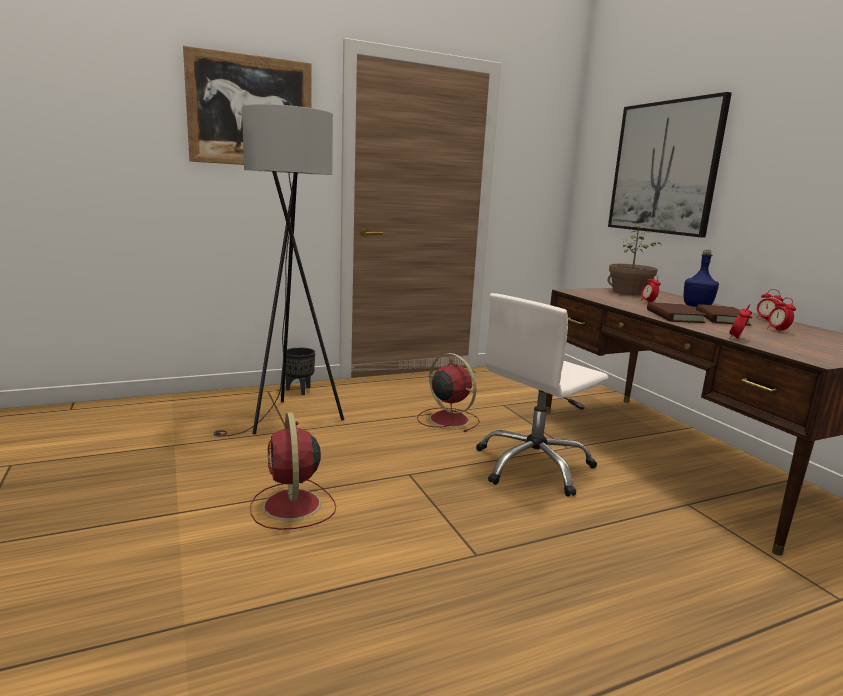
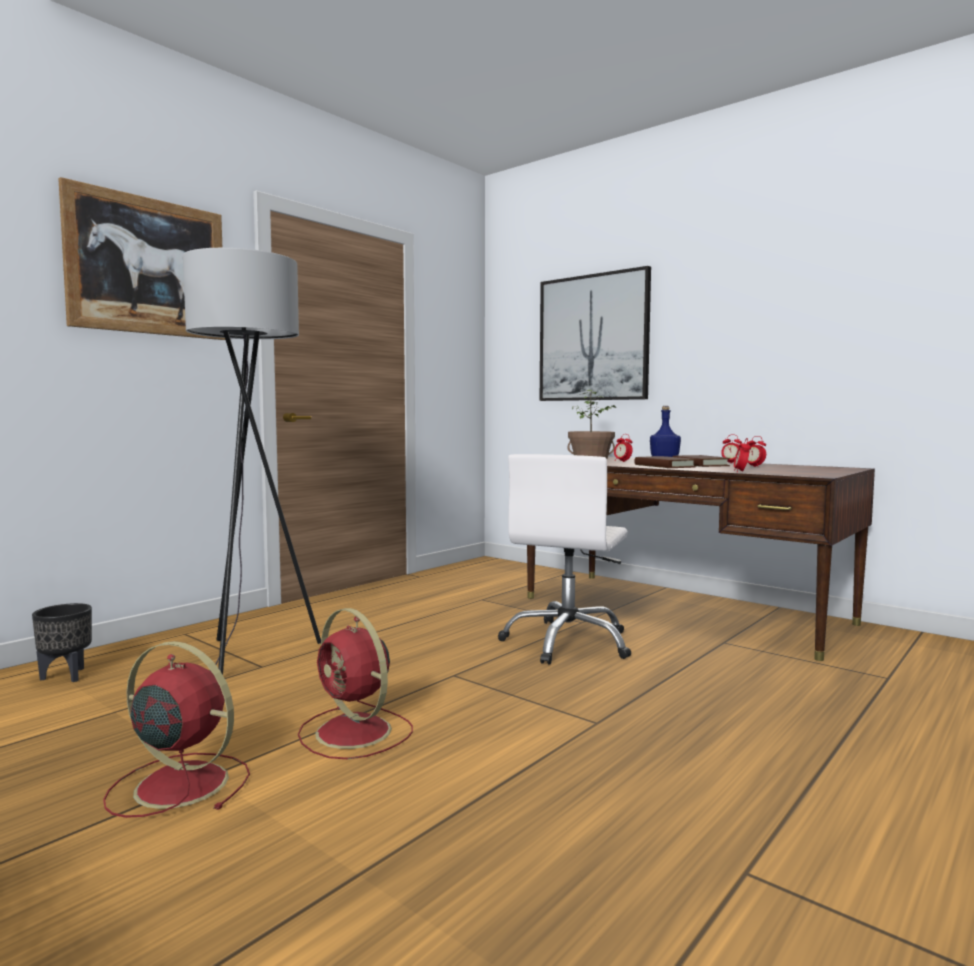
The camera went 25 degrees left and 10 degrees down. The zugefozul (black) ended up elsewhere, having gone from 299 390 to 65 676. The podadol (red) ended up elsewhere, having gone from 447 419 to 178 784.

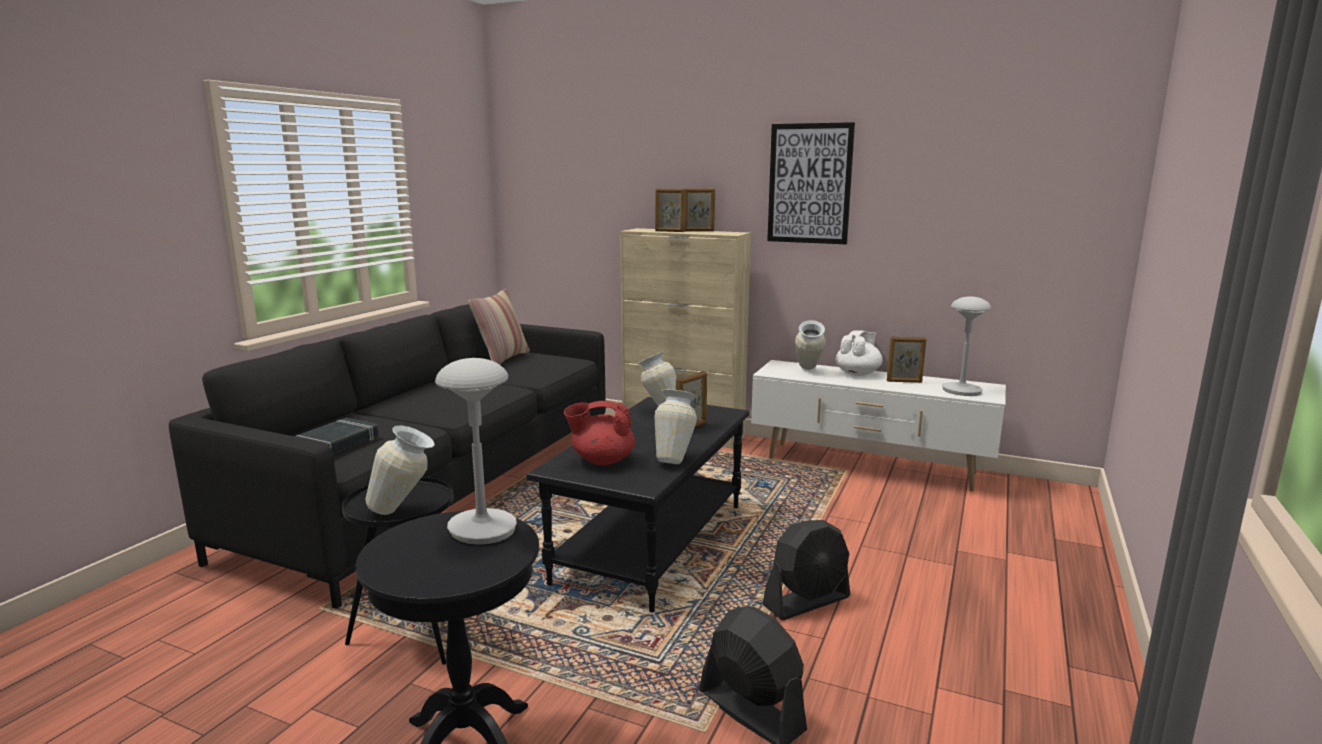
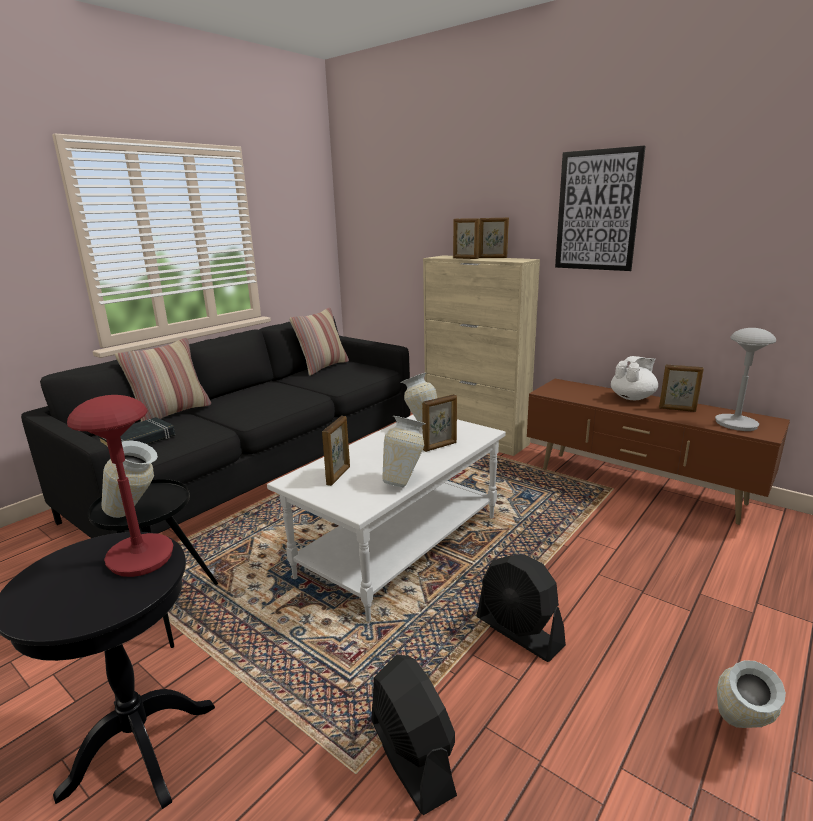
The camera went 15 degrees right and 5 degrees up. What was the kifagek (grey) at 483 529 turned into the kifagek (red) at 141 557. The second view gained the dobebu at 172 413. What was the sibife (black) at 650 542 turned into the sibife (white) at 400 545. Where the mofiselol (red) stood at 602 460, the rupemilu came to stand at 339 475. The podadol (black) at 807 601 ended up facing another way, 60 degrees clockwise from before. What was the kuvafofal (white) at 870 467 turned into the kuvafofal (brown) at 638 486. The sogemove ended up elsewhere, having gone from 808 372 to 736 736.

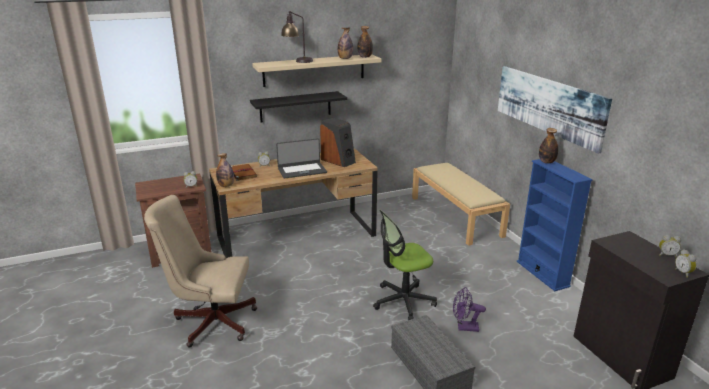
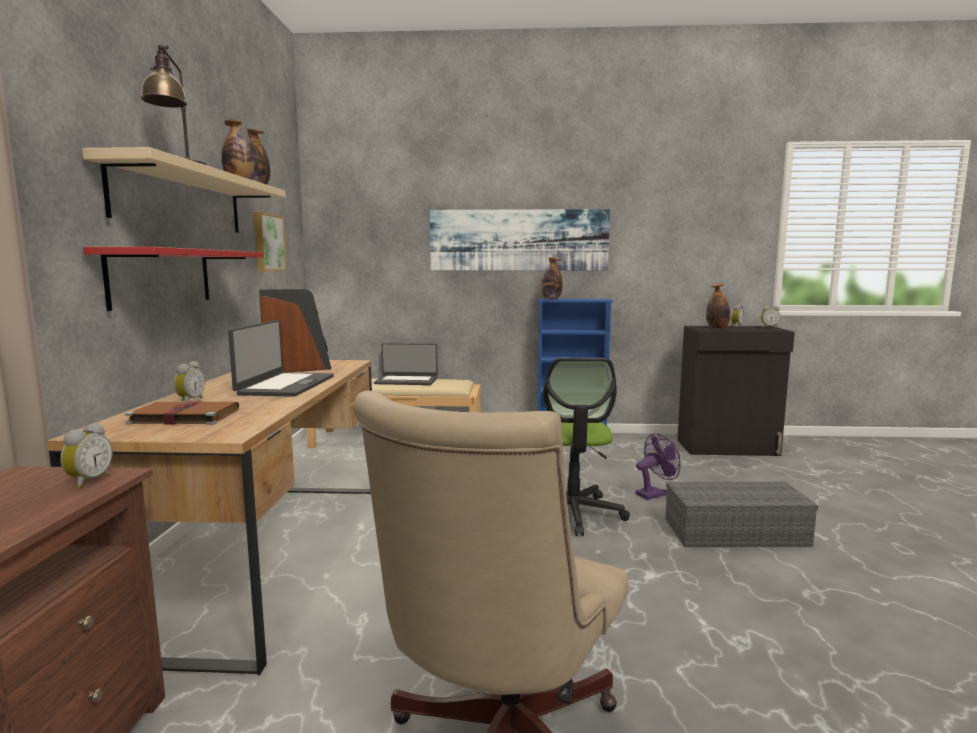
The camera went 65 degrees left and 15 degrees down. What was the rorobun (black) at 295 106 turned into the rorobun (red) at 161 277. The second view gained the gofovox at 267 242. The second view gained the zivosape at 406 381. The podadol (purple) at 464 327 ended up facing another way, 150 degrees counterclockwise from before. The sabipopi ended up elsewhere, having gone from 226 185 to 717 328.

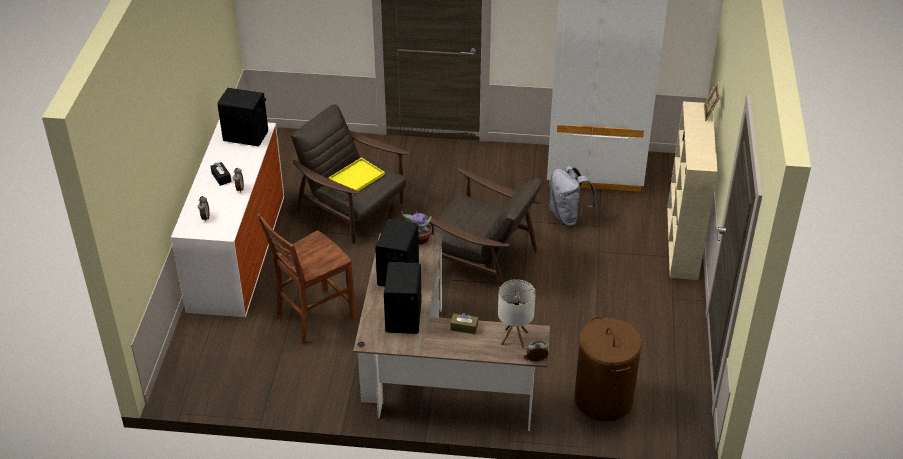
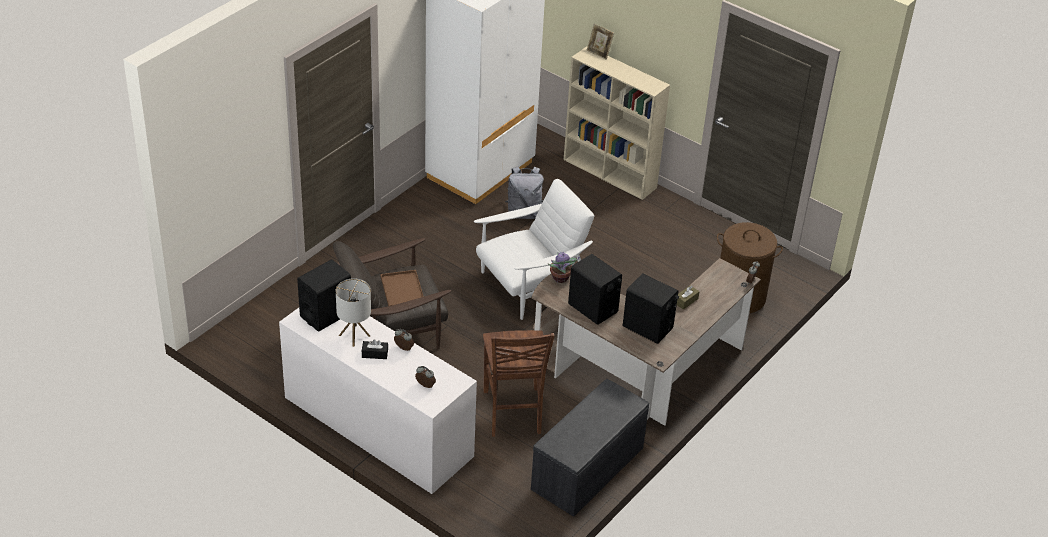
The camera went 60 degrees left and 0 degrees up. The kifagek ended up elsewhere, having gone from 514 338 to 354 335. What was the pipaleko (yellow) at 356 178 turned into the pipaleko (brown) at 403 290. What was the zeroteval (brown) at 481 260 turned into the zeroteval (white) at 531 284. The second view gained the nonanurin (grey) at 588 469.

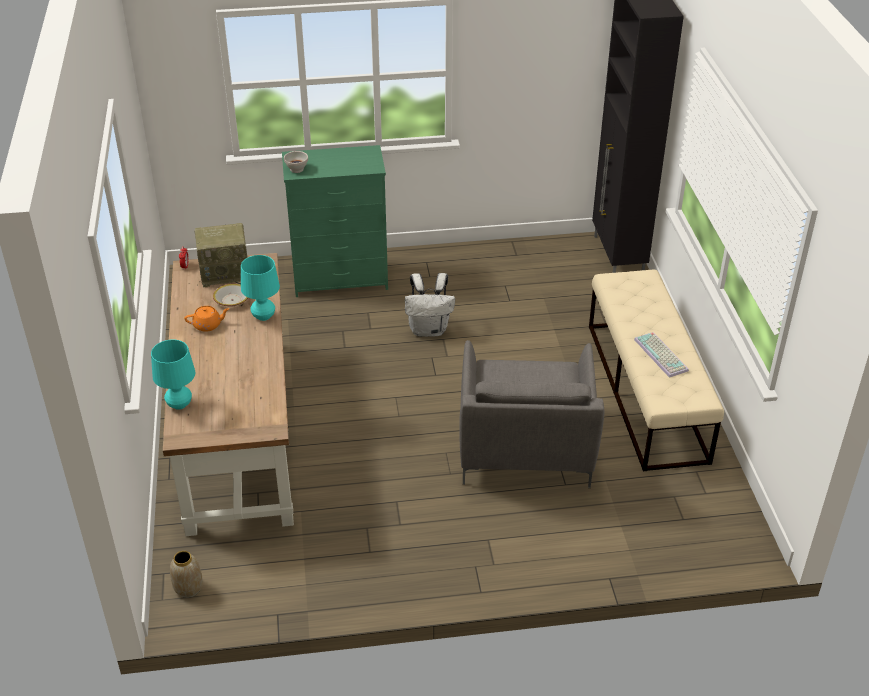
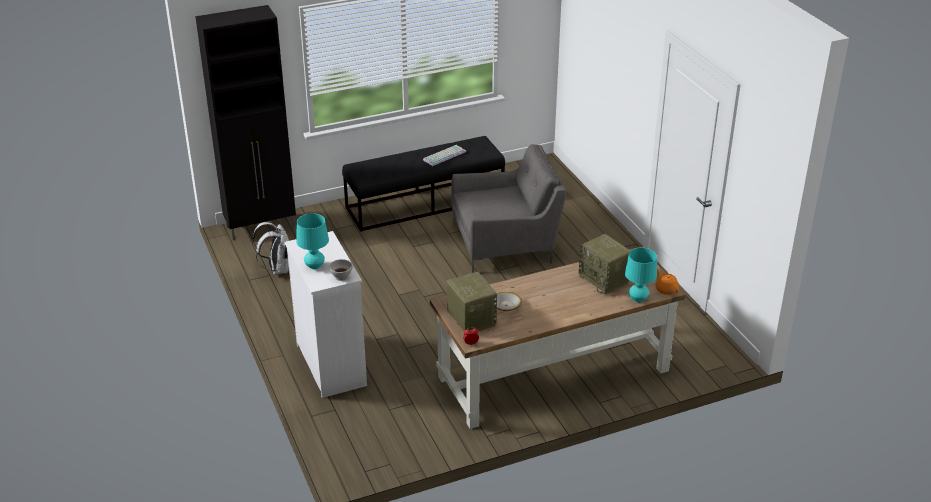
The camera went 105 degrees left and 5 degrees down. The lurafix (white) ended up elsewhere, having gone from 429 329 to 277 269. What was the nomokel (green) at 341 279 turned into the nomokel (white) at 331 364. The kifagek (turquoise) ended up elsewhere, having gone from 263 316 to 314 266. What was the nonanurin (beige) at 646 392 turned into the nonanurin (black) at 425 203. The second view gained the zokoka at 604 279. The mofiselol (orange) ended up elsewhere, having gone from 208 325 to 666 289. The second view lost the sogemove at 189 588.

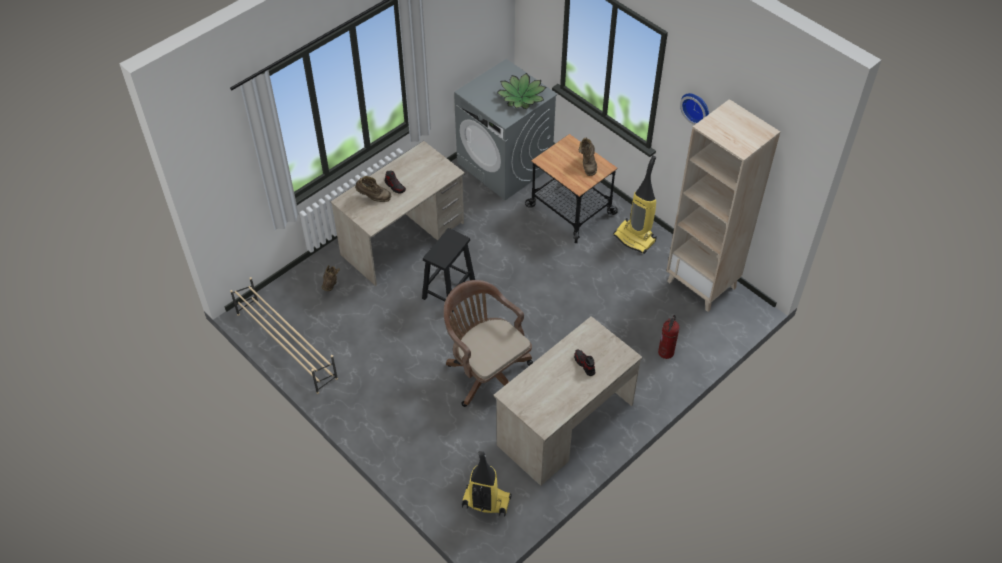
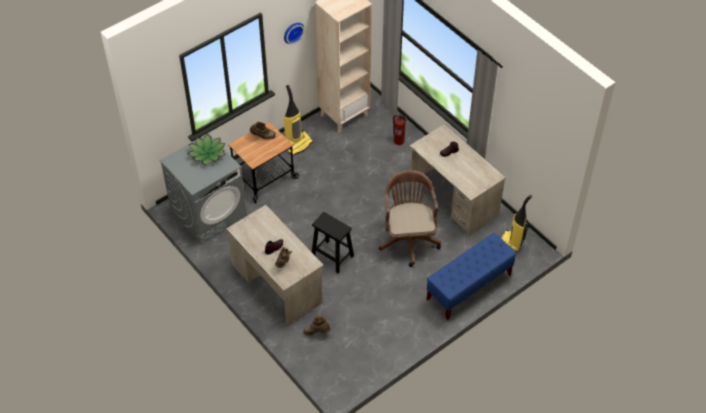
The camera went 85 degrees left and 0 degrees up. The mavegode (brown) at 486 372 ended up facing another way, 120 degrees clockwise from before. The second view gained the nonanurin (blue) at 468 287. The second view lost the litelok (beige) at 286 345.

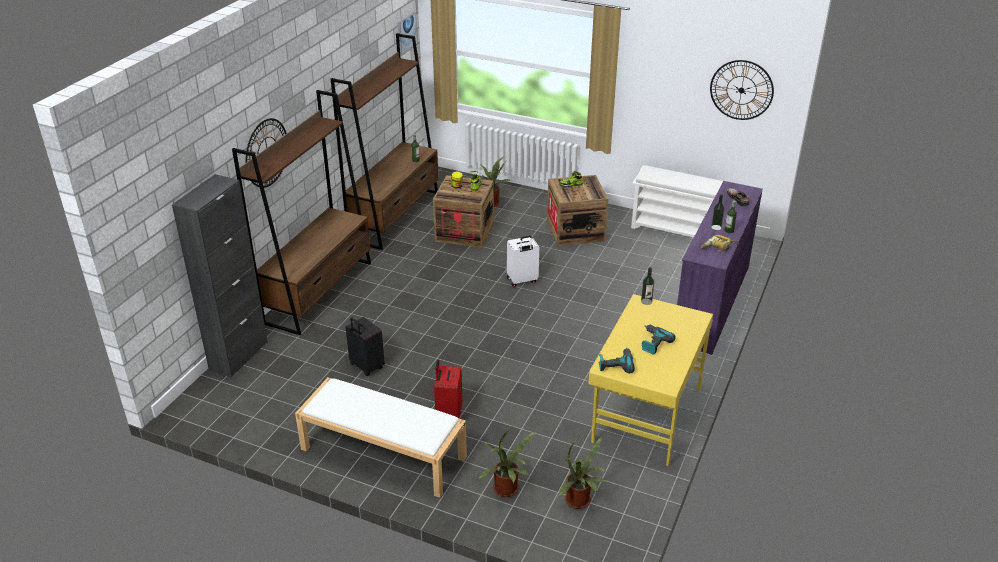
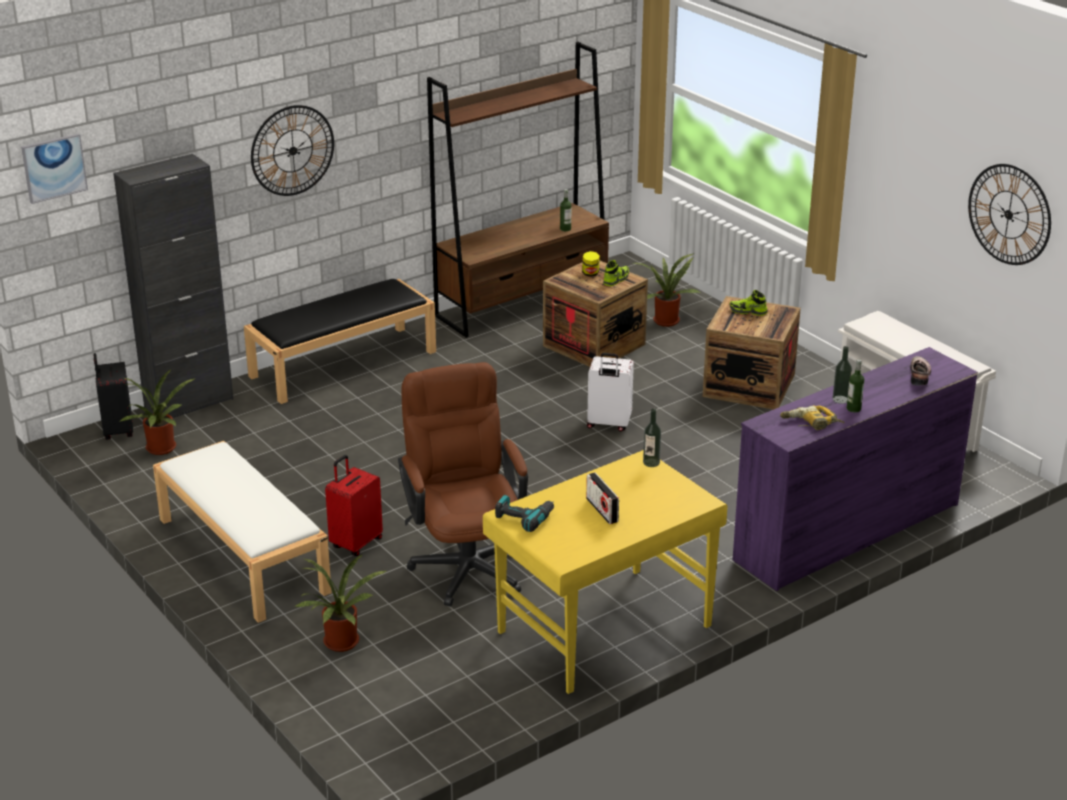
The camera went 30 degrees right and 5 degrees down. The gofovox ended up elsewhere, having gone from 406 33 to 54 167. The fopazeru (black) ended up elsewhere, having gone from 366 367 to 117 431. The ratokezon ended up elsewhere, having gone from 580 502 to 161 450. Where the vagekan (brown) stood at 319 292, the nonanurin (black) came to stand at 344 363. The second view gained the mavegode (brown) at 466 562. Where the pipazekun stood at 653 343, the zokoka came to stand at 602 510.

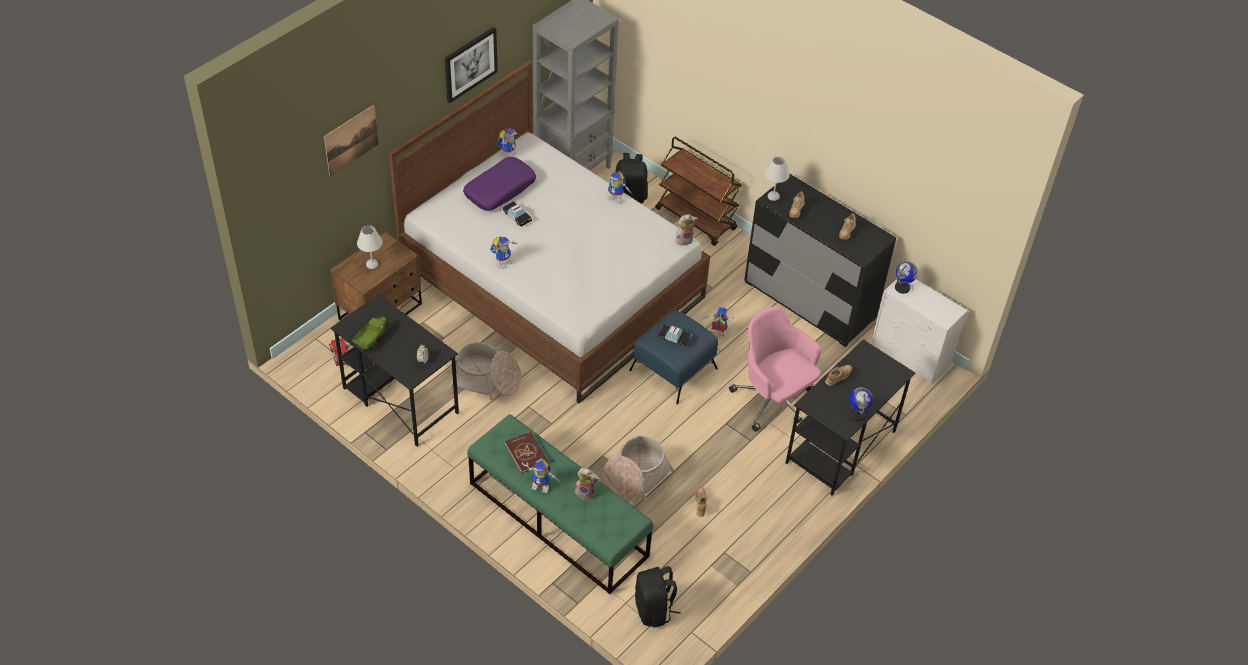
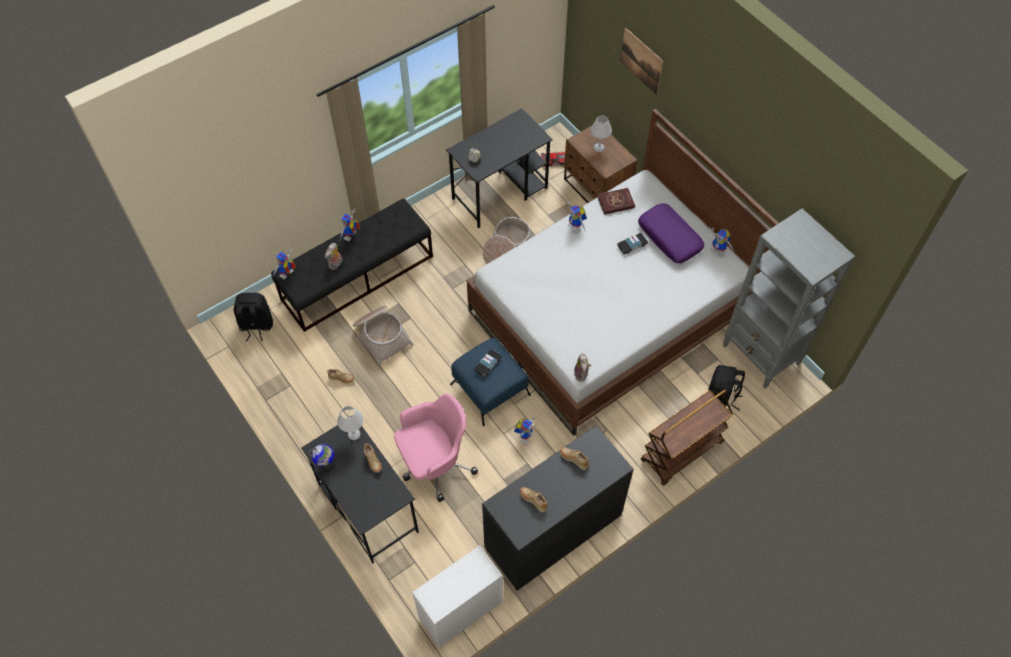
The camera went 105 degrees right and 10 degrees up. What was the nonanurin (green) at 557 519 turned into the nonanurin (black) at 358 277. The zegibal ended up elsewhere, having gone from 617 198 to 287 275. The kifagek (white) ended up elsewhere, having gone from 773 196 to 354 433. The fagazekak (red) ended up elsewhere, having gone from 526 453 to 615 202. The second view lost the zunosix at 373 337. The second view lost the gofovox at 470 64. The second view lost the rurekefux at 902 288.

